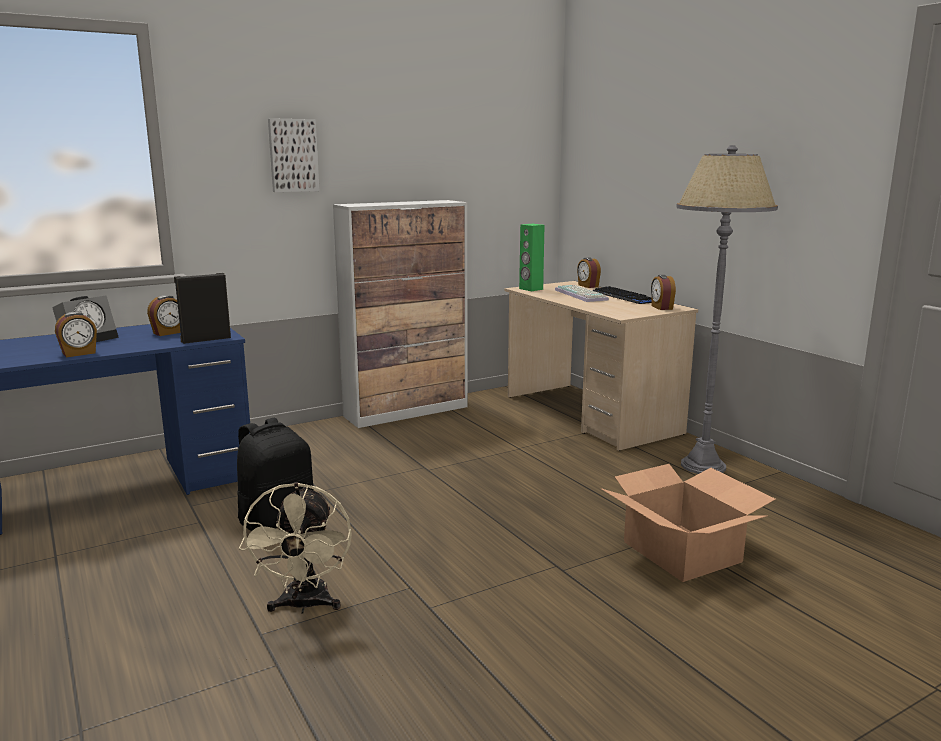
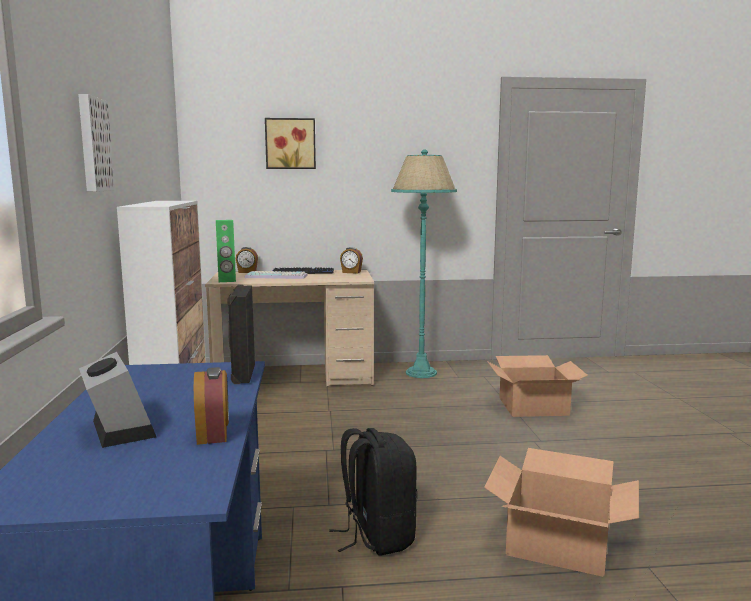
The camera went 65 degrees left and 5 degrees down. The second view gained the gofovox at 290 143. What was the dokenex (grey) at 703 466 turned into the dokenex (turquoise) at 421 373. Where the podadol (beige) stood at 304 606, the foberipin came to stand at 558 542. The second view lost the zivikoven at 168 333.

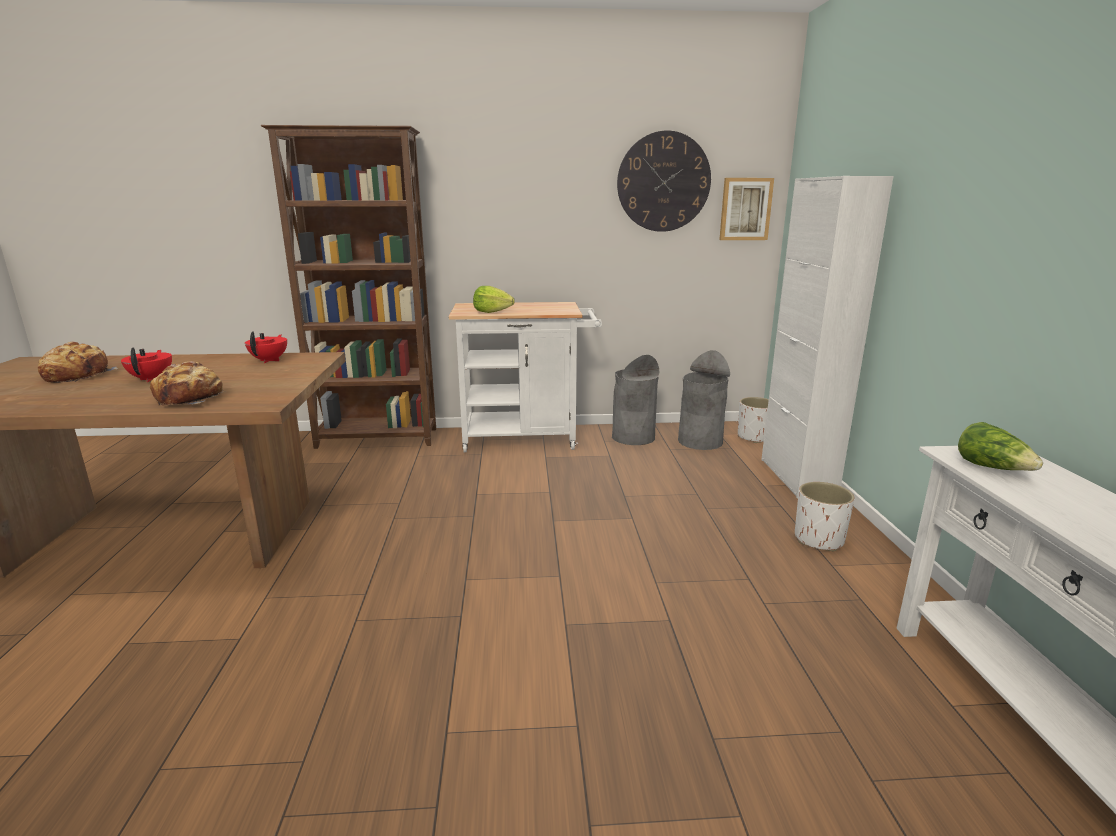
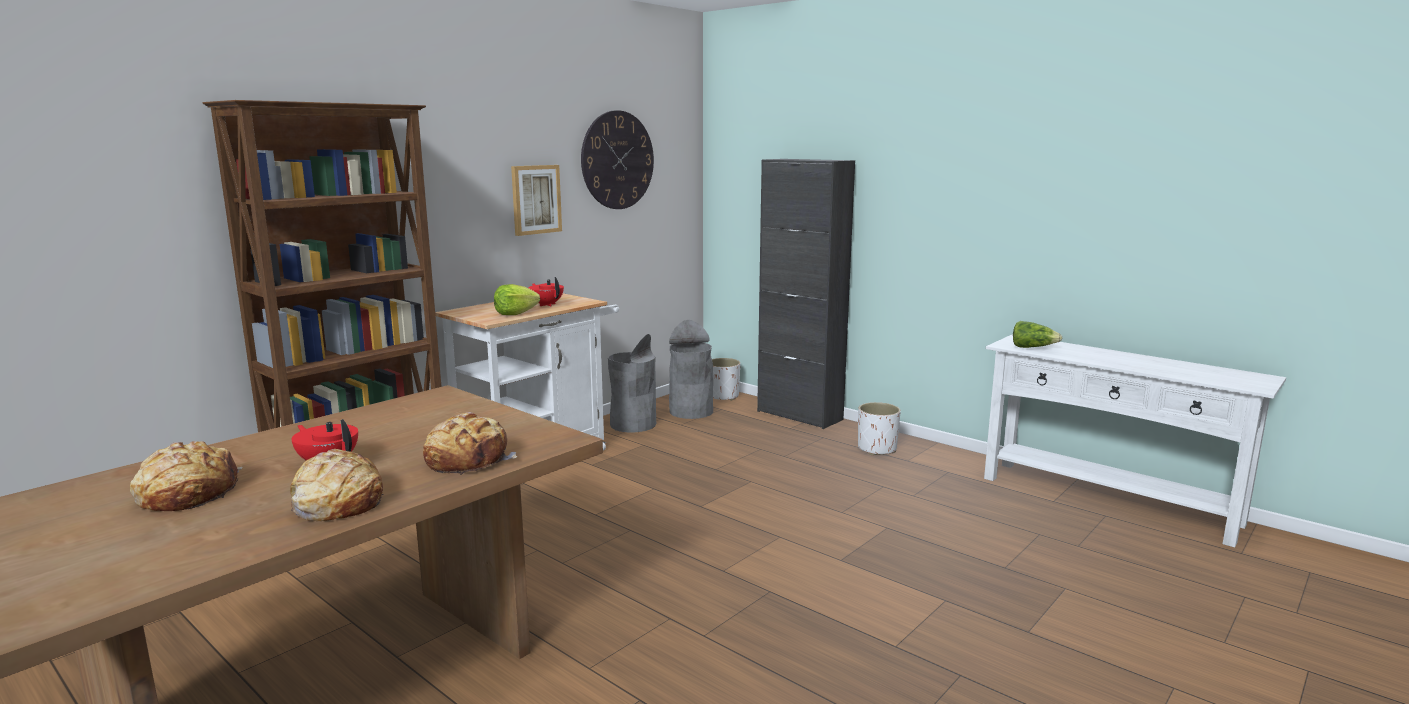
The camera went 45 degrees left and 5 degrees down. The second view gained the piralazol at 337 502. The gofovox ended up elsewhere, having gone from 745 209 to 535 199. The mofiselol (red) ended up elsewhere, having gone from 270 360 to 547 305. What was the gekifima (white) at 797 477 turned into the gekifima (black) at 799 415.

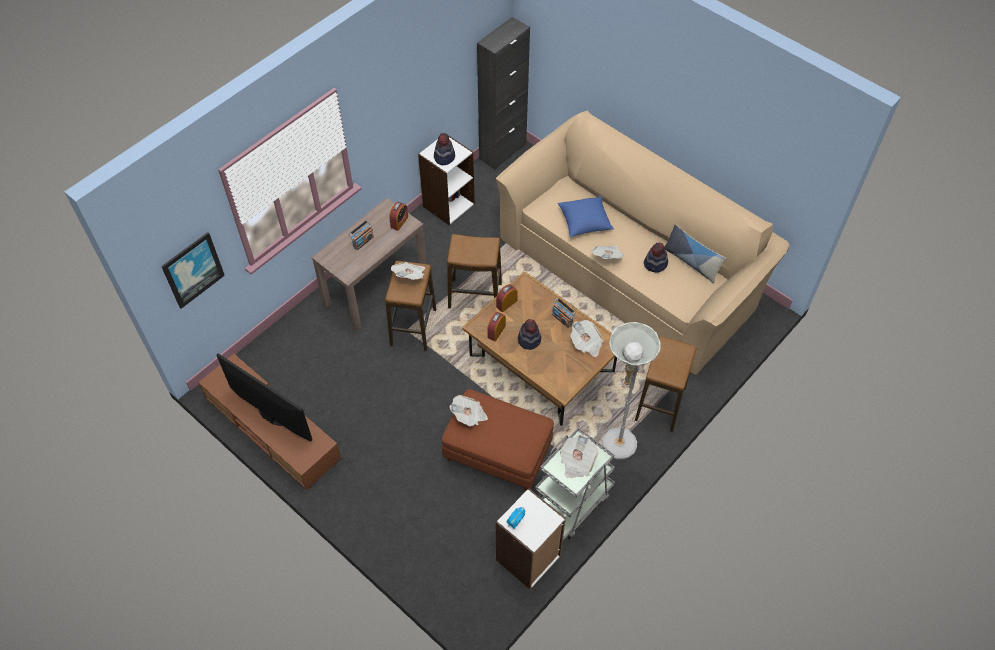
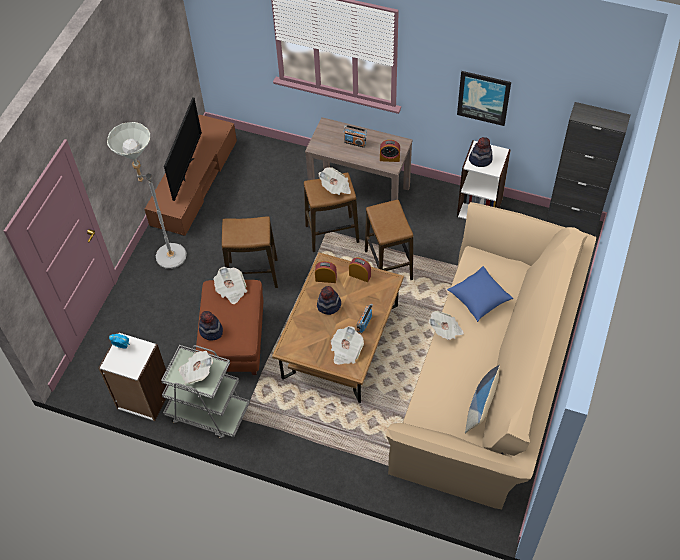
The camera went 70 degrees right and 0 degrees up. The dokenex (grey) ended up elsewhere, having gone from 614 449 to 164 254. The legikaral ended up elsewhere, having gone from 655 264 to 211 331. The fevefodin ended up elsewhere, having gone from 660 404 to 253 275. The gofovox ended up elsewhere, having gone from 192 270 to 483 97.

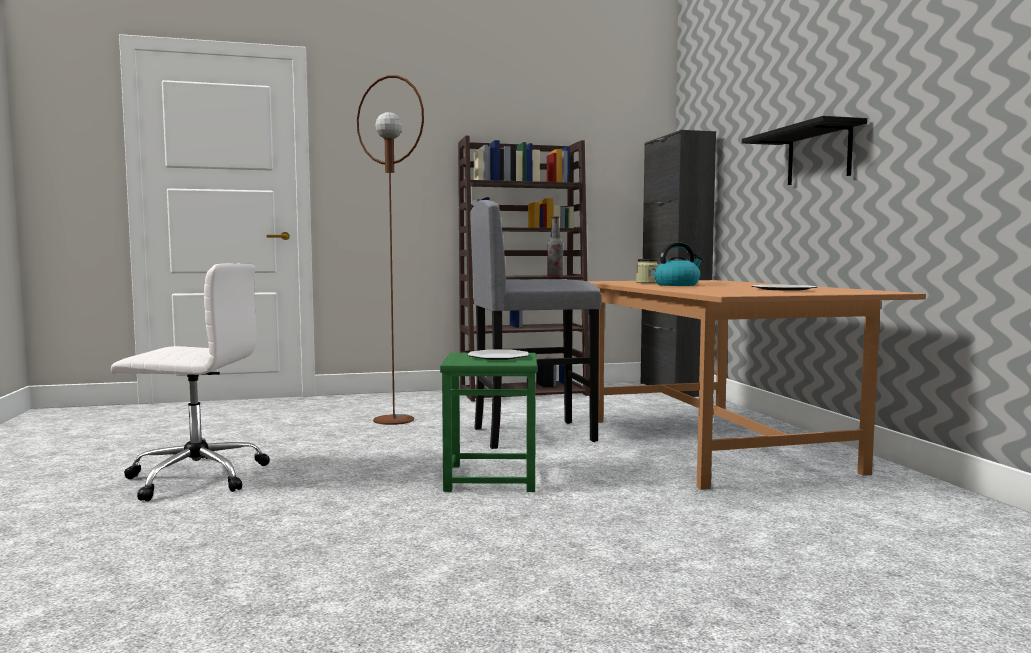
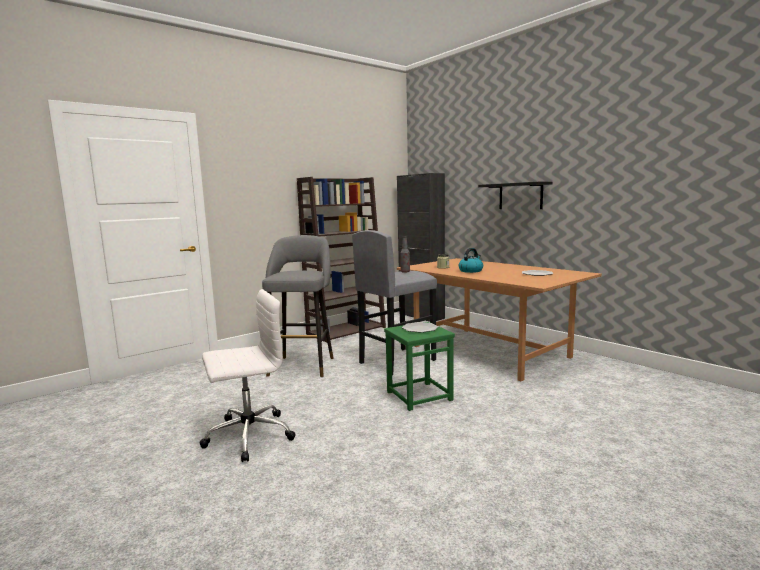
The camera went 25 degrees left and 5 degrees up. Where the dokenex (brown) stood at 394 420, the fevefodin (grey) came to stand at 303 365.

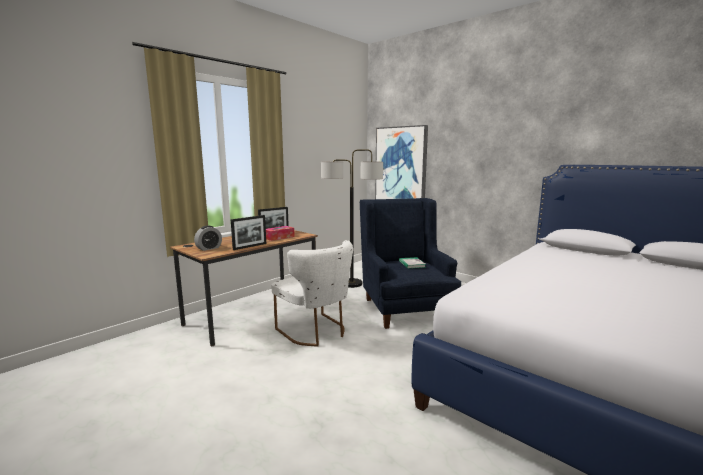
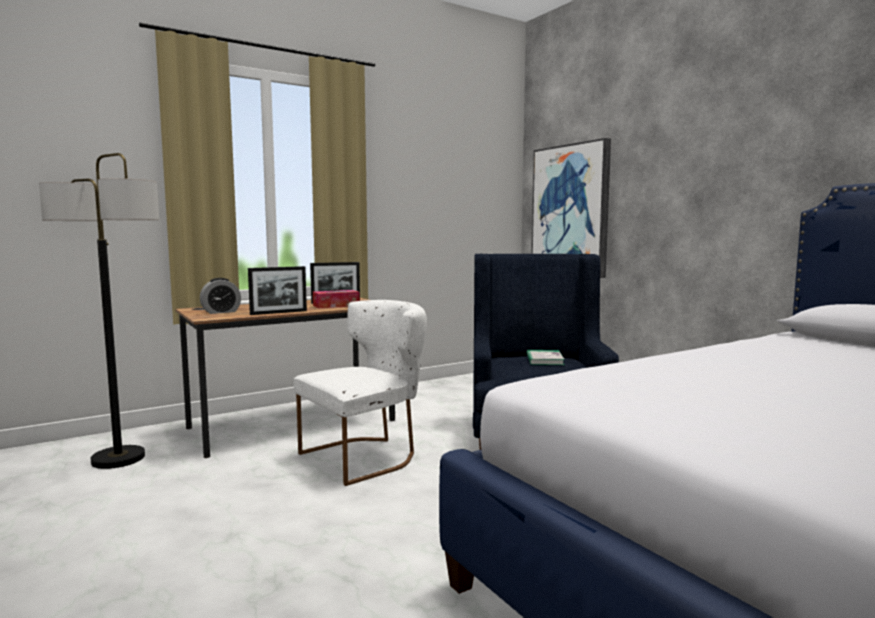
The camera went 15 degrees right and 5 degrees down. The dokenex ended up elsewhere, having gone from 351 283 to 118 459. The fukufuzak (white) at 316 332 ended up facing another way, 105 degrees counterclockwise from before.

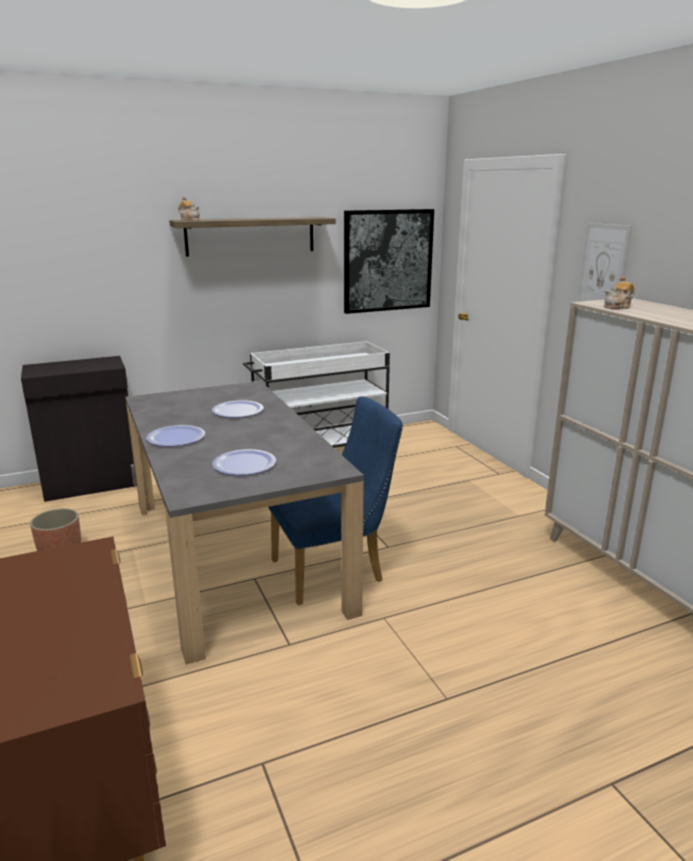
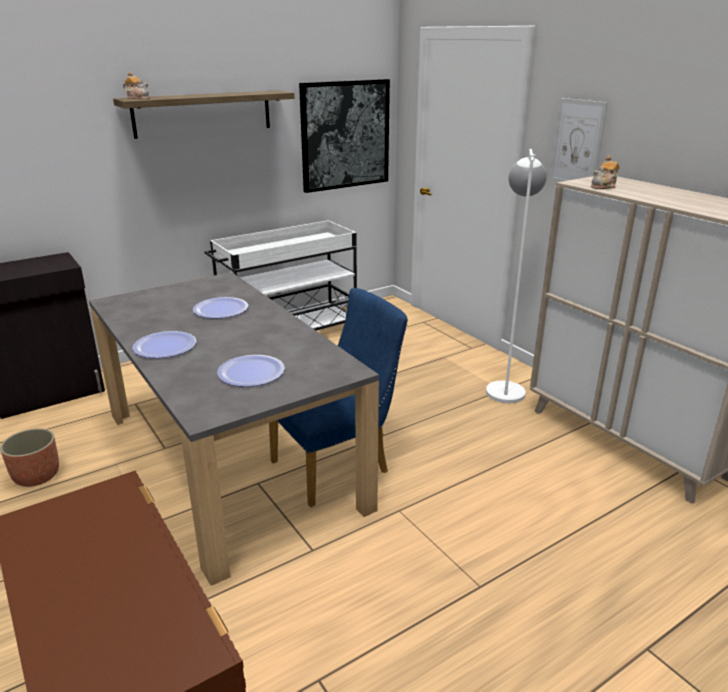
The camera went 10 degrees left and 5 degrees up. The second view gained the dokenex (white) at 505 386.

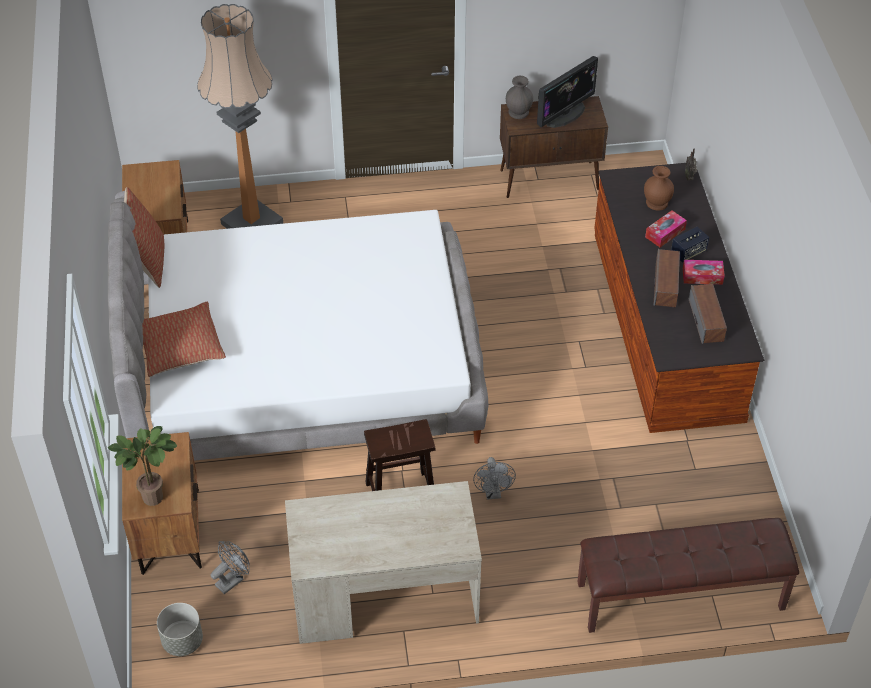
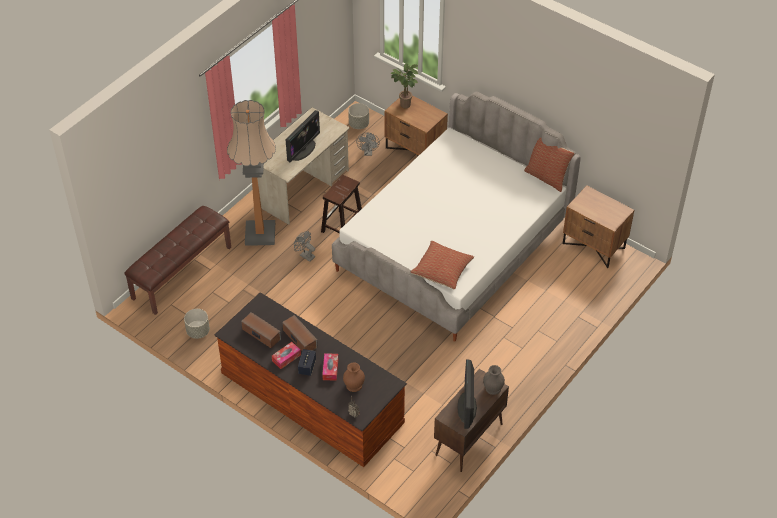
The camera went 135 degrees right and 0 degrees up. The second view gained the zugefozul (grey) at 198 331. The dokenex ended up elsewhere, having gone from 252 223 to 260 234. The second view gained the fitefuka at 303 150. The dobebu ended up elsewhere, having gone from 180 348 to 442 270.

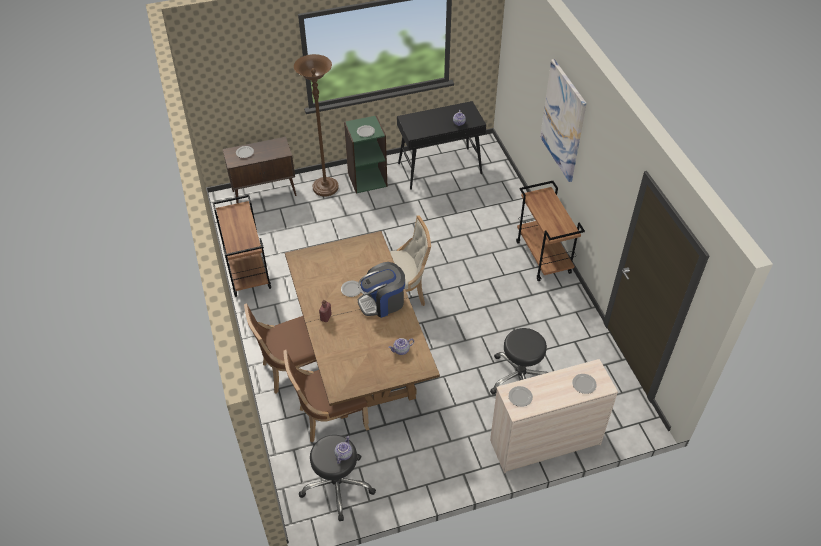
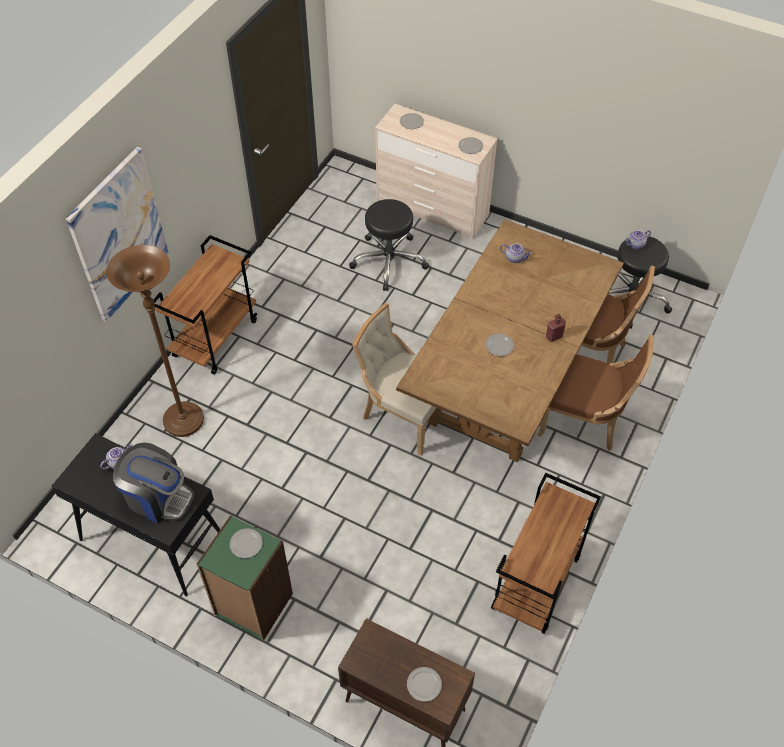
The camera went 135 degrees left and 5 degrees up. The dokenex (brown) ended up elsewhere, having gone from 325 188 to 183 421. The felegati ended up elsewhere, having gone from 382 302 to 158 497.

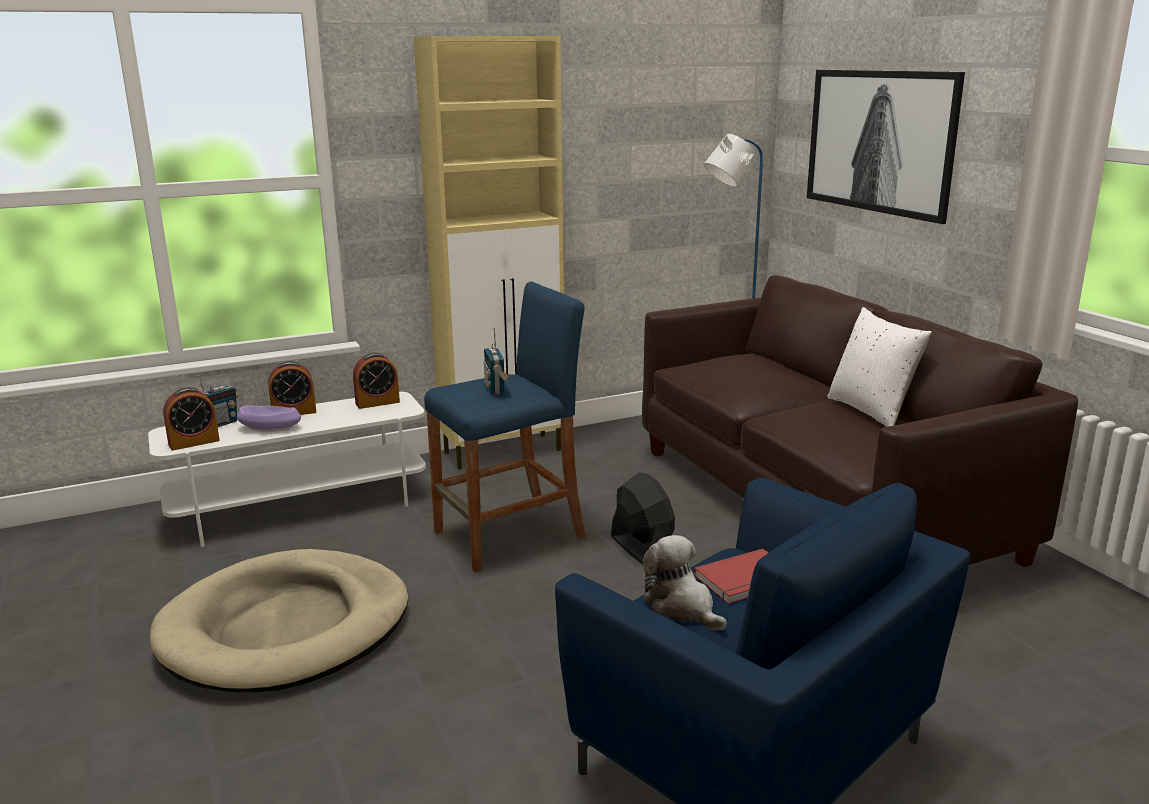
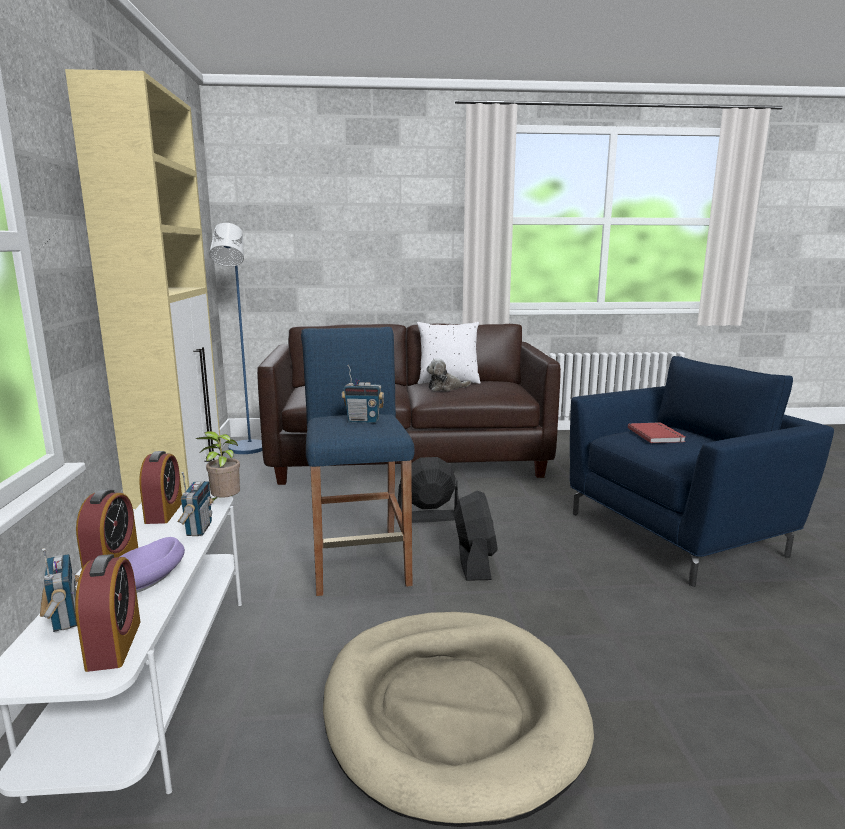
The camera went 70 degrees left and 5 degrees down. The second view gained the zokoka at 198 529. The second view gained the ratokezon at 224 503. The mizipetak ended up elsewhere, having gone from 682 607 to 445 388. The second view gained the podadol (black) at 474 562. The second view lost the gofovox at 880 141.

